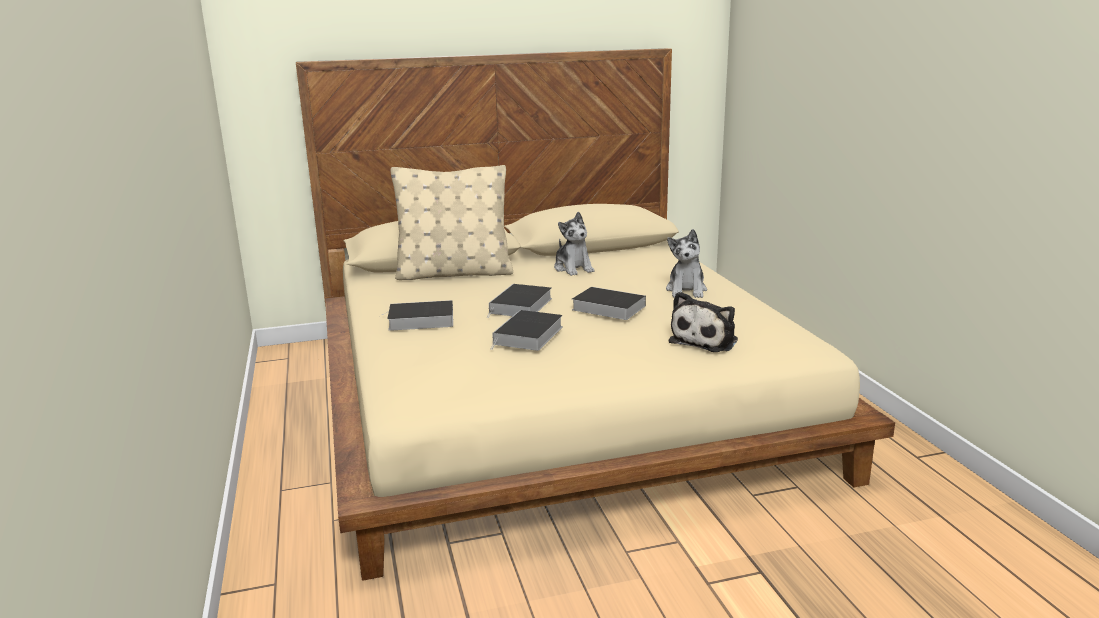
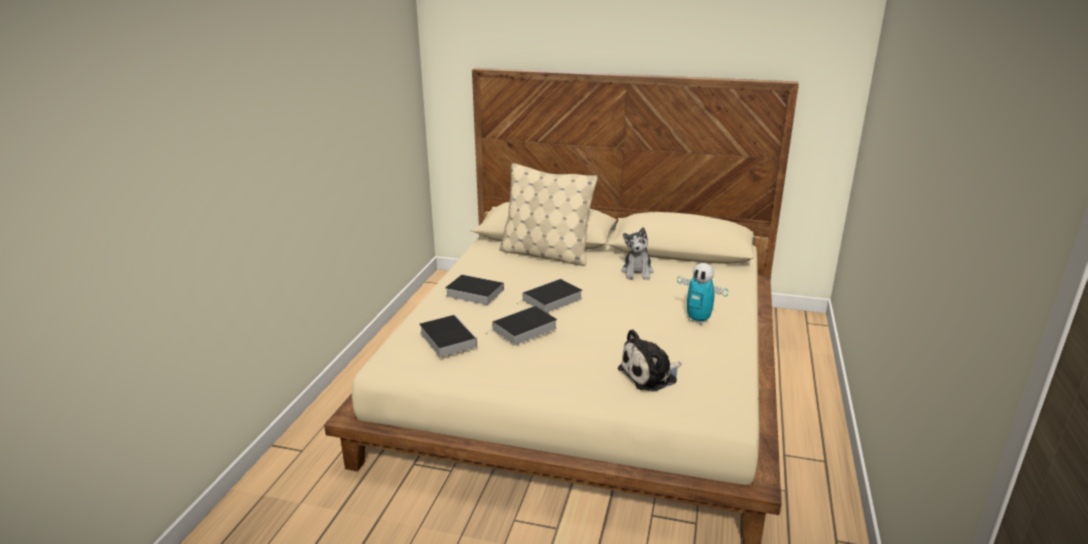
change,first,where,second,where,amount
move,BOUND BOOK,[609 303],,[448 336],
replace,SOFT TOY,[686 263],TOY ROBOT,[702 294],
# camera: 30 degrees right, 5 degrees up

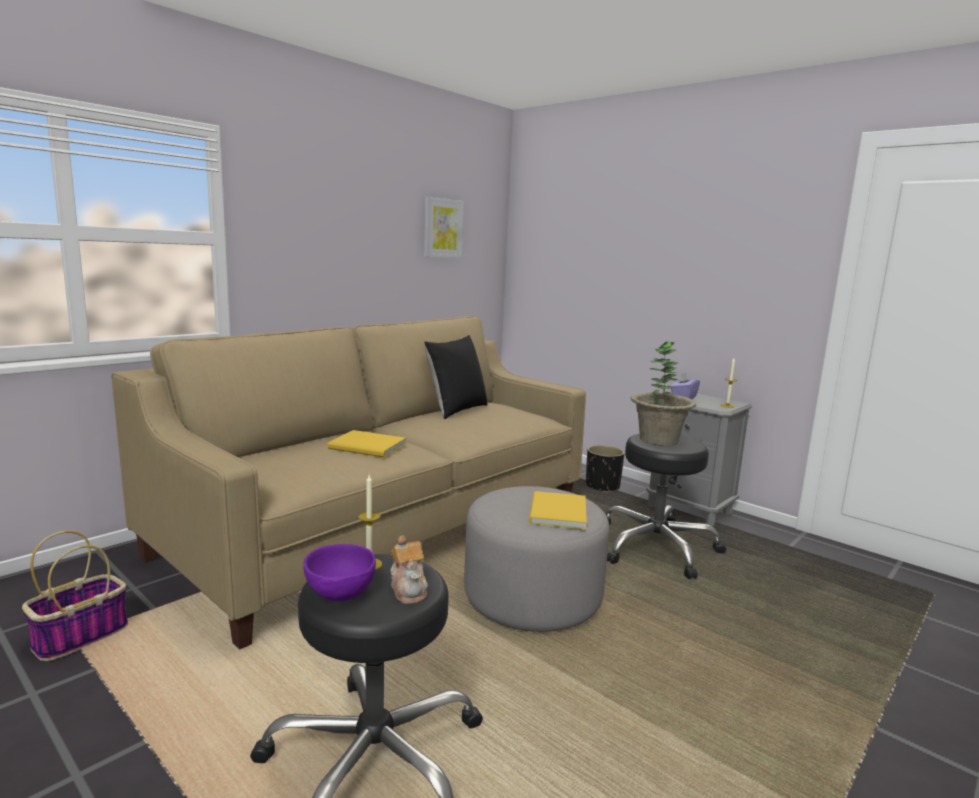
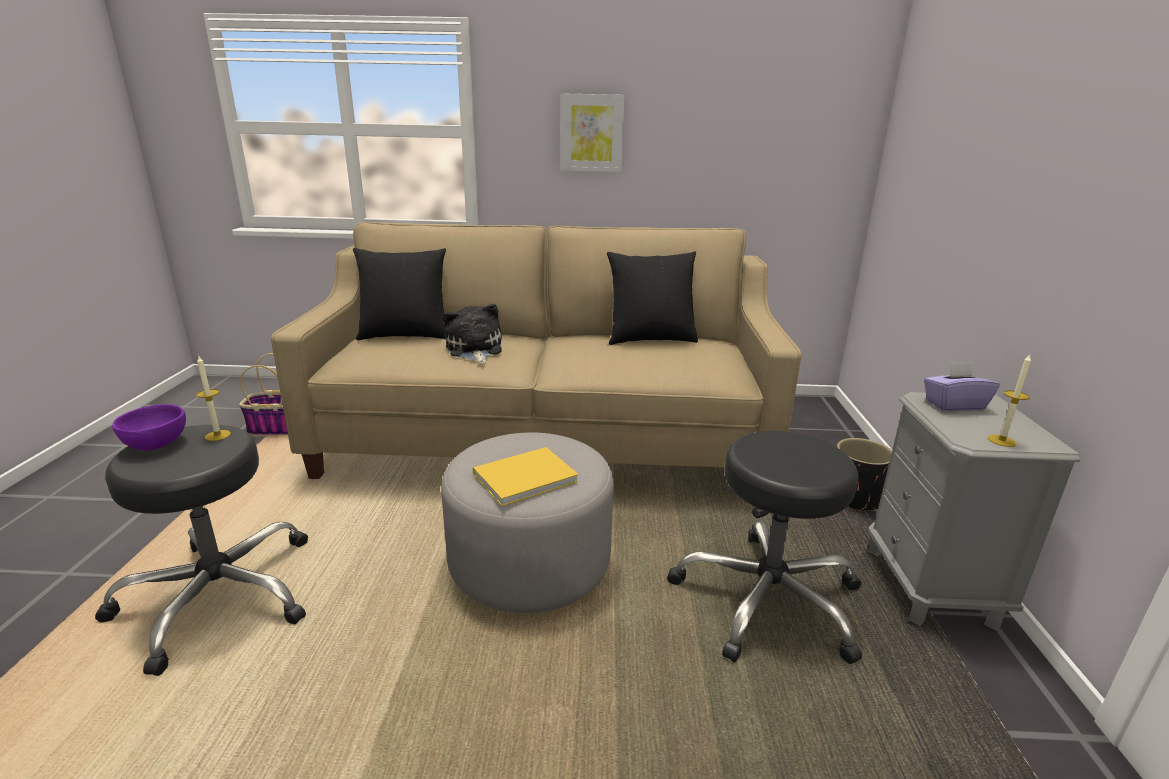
change,first,where,second,where,amount
insert,,,BLACKISH THROW PILLOW,[399 294],
replace,YELLOW BOUND BOOK,[366 443],SOFT TOY,[473 334],
move,WALL PICTURE,[444 227],,[593 132],
delete,TEA POT,[409 569],,,
delete,HOUSEPLANT,[663 393],,,
# camera: 50 degrees right, 10 degrees up

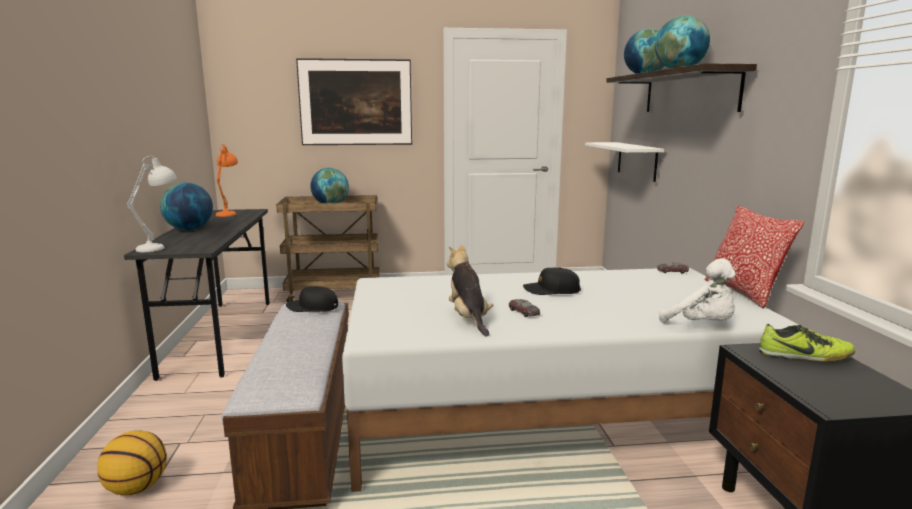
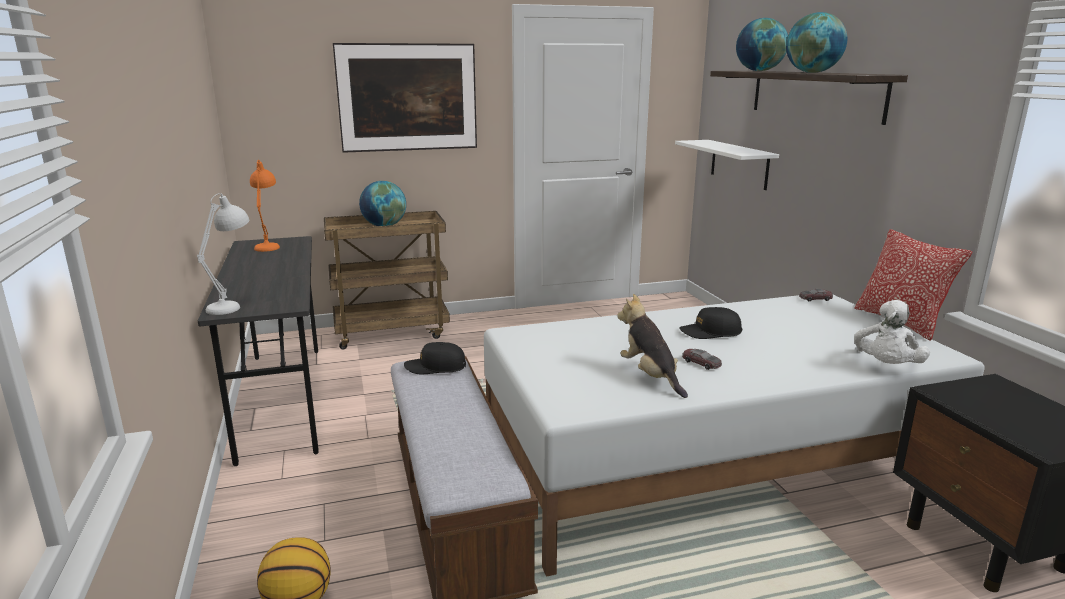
change,first,where,second,where,amount
rotate,WHITISH SOFT TOY,[697 290],,[892 332],75 degrees clockwise
delete,WORLD GLOBE,[186 206],,,
delete,ITEM OF FOOTWEAR,[807 342],,,
# camera: 10 degrees left, 5 degrees up

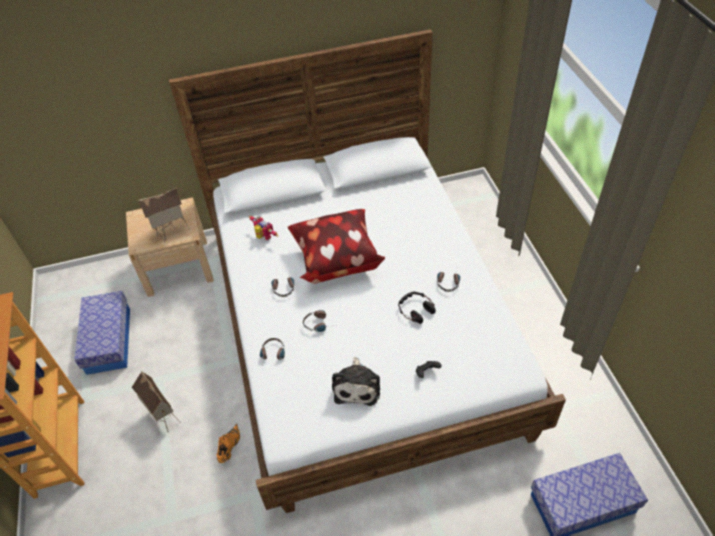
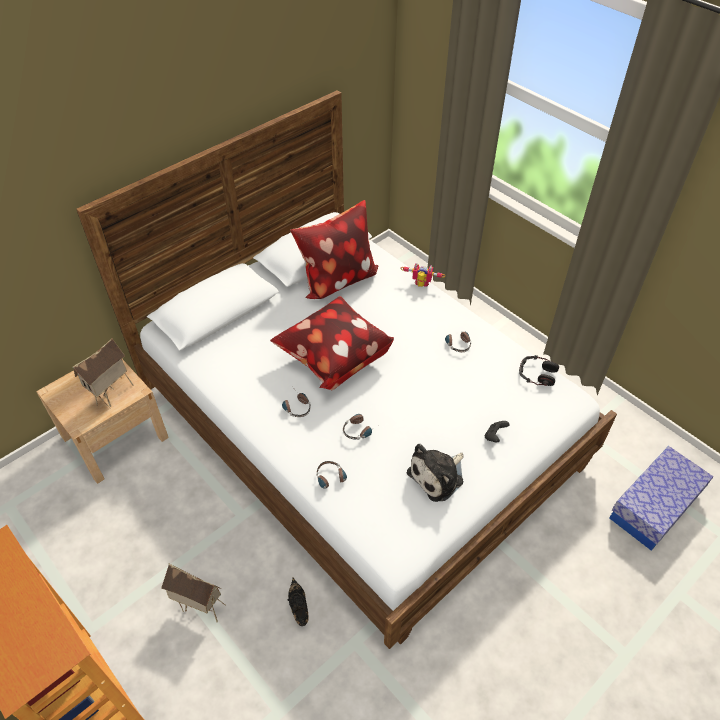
change,first,where,second,where,amount
recolor,ORANGE-COLOURED ITEM OF FOOTWEAR,[228 443],BLACKISH ITEM OF FOOTWEAR,[298 601],
insert,,,THROW PILLOW,[334 249],
move,TOY ROBOT,[263 228],,[423 275],
rotate,SOFT TOY,[356 381],,[435 473],75 degrees clockwise
move,HEADPHONES,[417 307],,[539 370],
delete,STORAGE CONTAINER,[102 333],,,
# camera: 30 degrees left, 0 degrees up

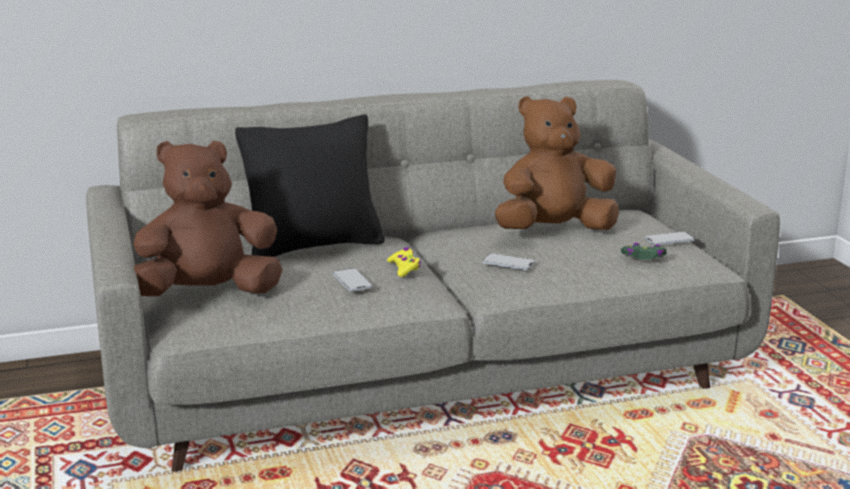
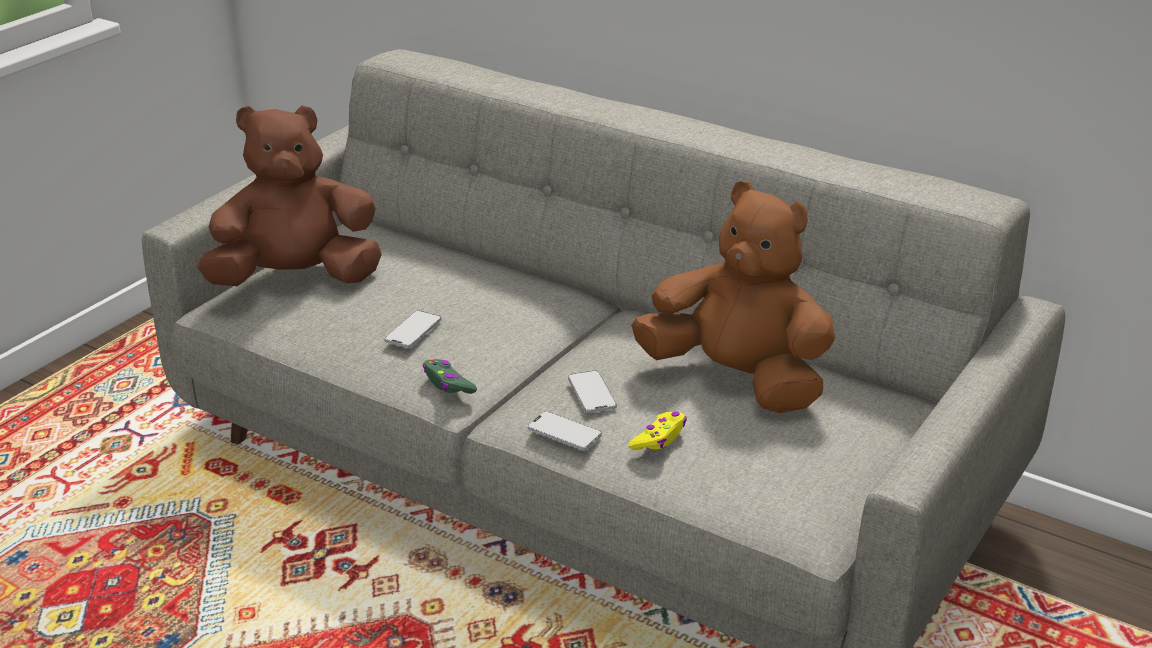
change,first,where,second,where,amount
rotate,BROWNISH SOFT TOY,[207 218],,[289 195],45 degrees counterclockwise
move,GREENISH GAME CONTROLLER,[644 251],,[450 376],
move,HANDSET,[669 238],,[565 431],
move,YELLOW GAME CONTROLLER,[404 262],,[657 431],
delete,BLACKISH THROW PILLOW,[310 186],,,
# camera: 50 degrees right, 10 degrees up

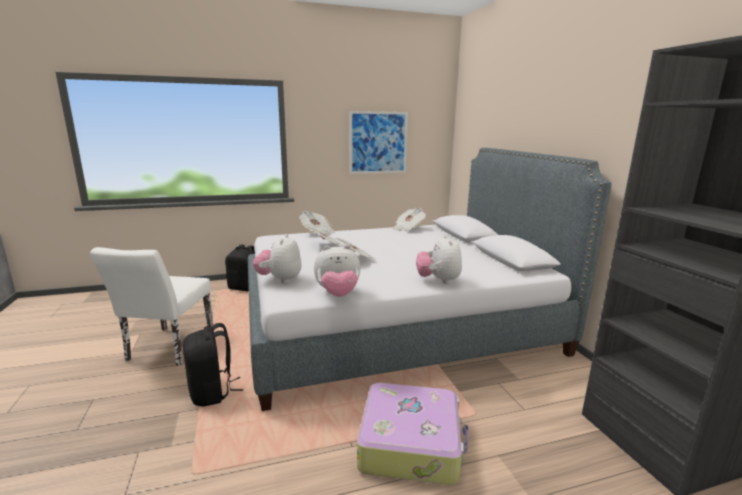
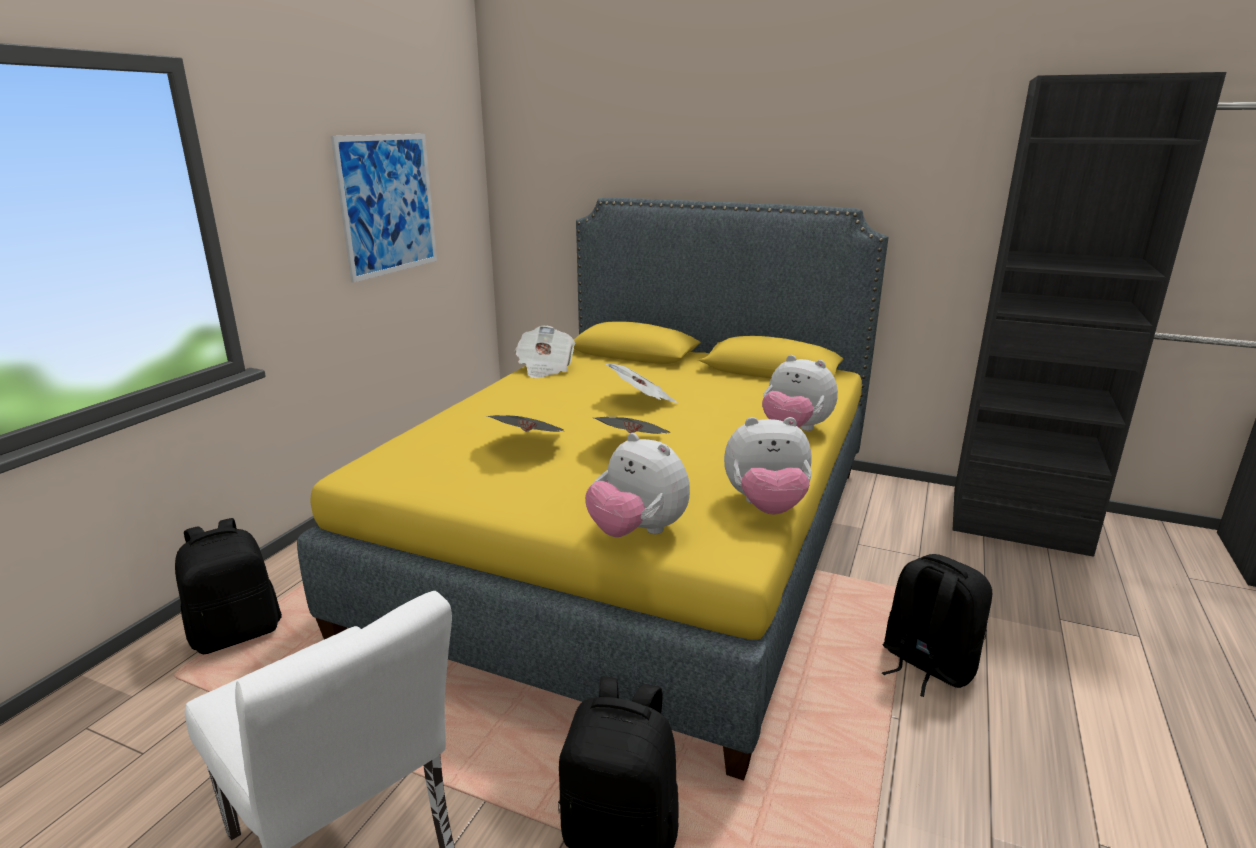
change,first,where,second,where,amount
recolor,GREYISH BED,[430 279],YELLOW BED,[592 489],
move,DAILY PAPER,[316 223],,[642 383],
rotate,SOFT TOY,[337 271],,[768 466],60 degrees clockwise
replace,TRAVEL CASE,[413 434],BLACKISH KNAPSACK,[937 625],
# camera: 50 degrees left, 5 degrees up

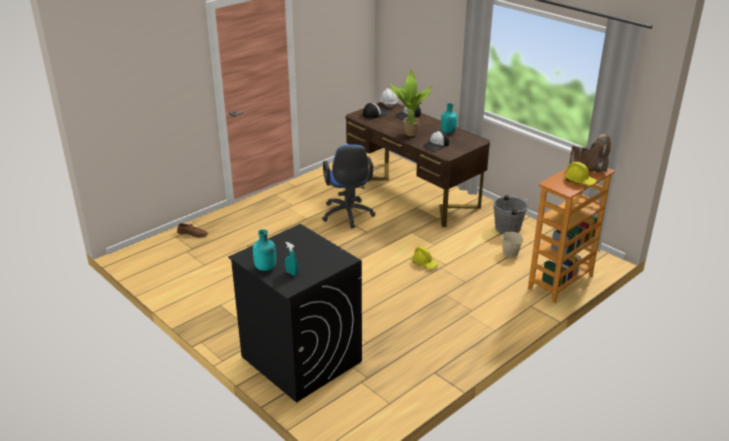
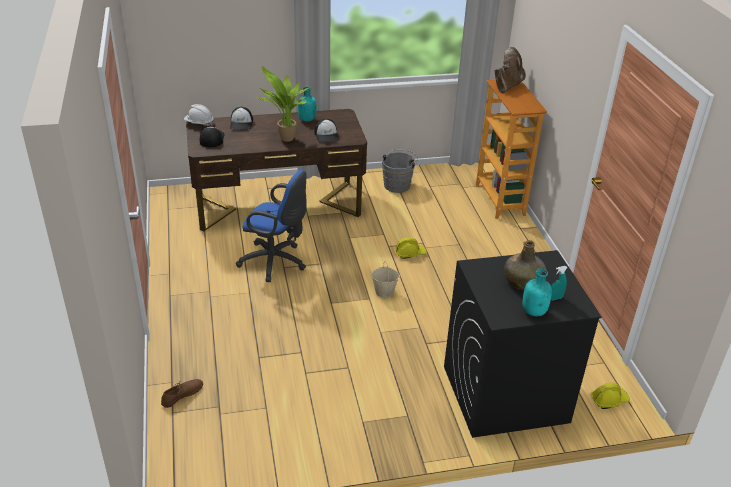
change,first,where,second,where,amount
move,BEIGE PAIL,[512 241],,[385 279],
insert,,,GREENISH BOTTLE,[525 265],
move,YELLOW SAFETY HELMET,[580 174],,[610 396],
# camera: 60 degrees left, 5 degrees up

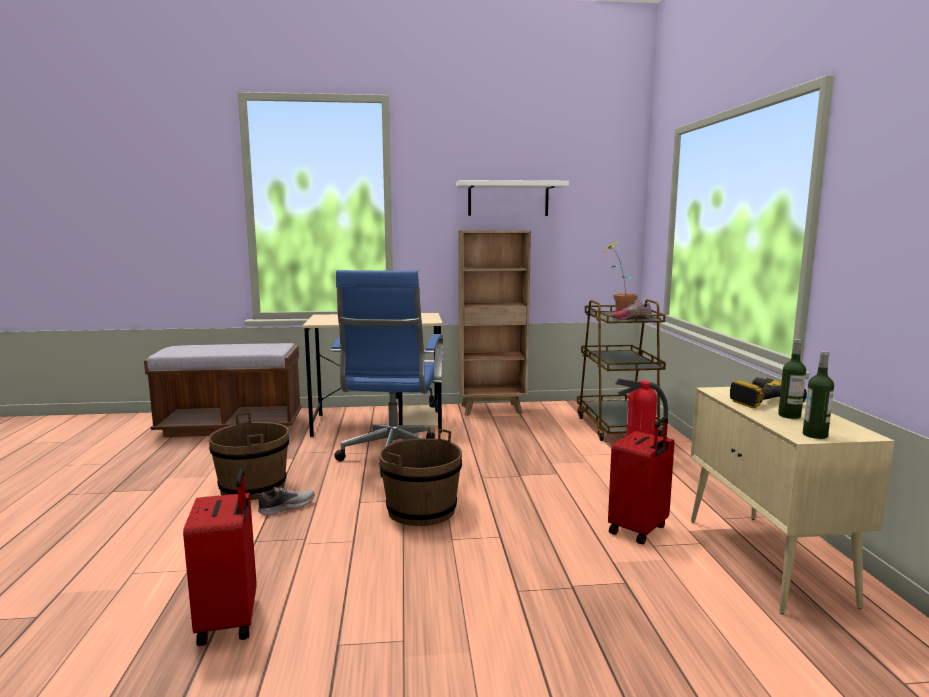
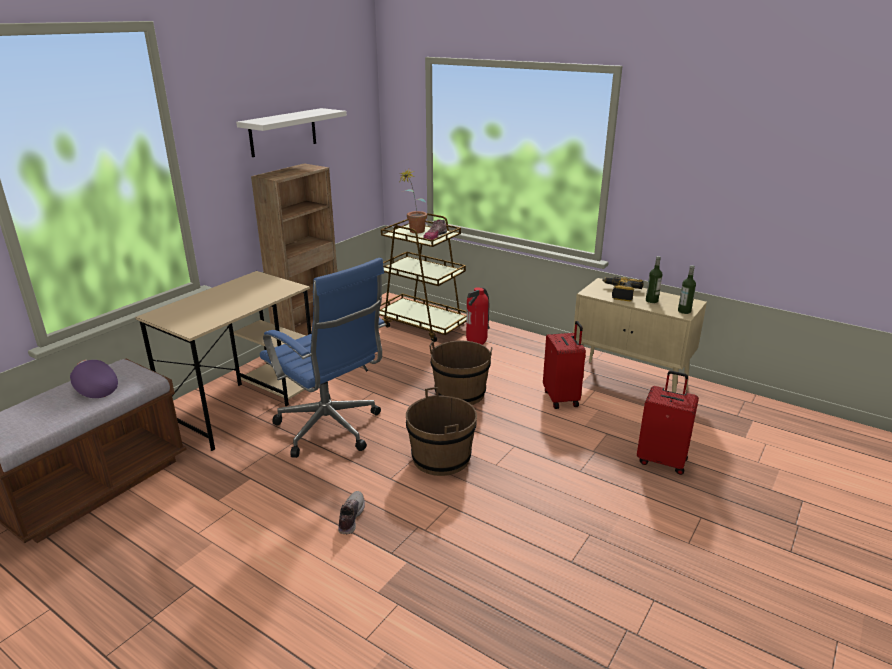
change,first,where,second,where,amount
insert,,,PURPLE-COLOURED BASEBALL CAP,[94 379],
move,BROWNISH PAIL,[249 456],,[460 373],
move,RED TRAVEL CASE,[220 557],,[668 423],
# camera: 50 degrees left, 15 degrees up

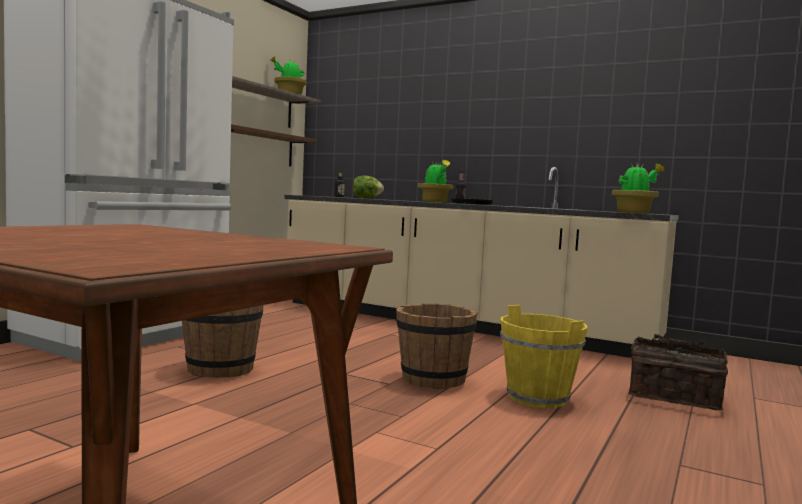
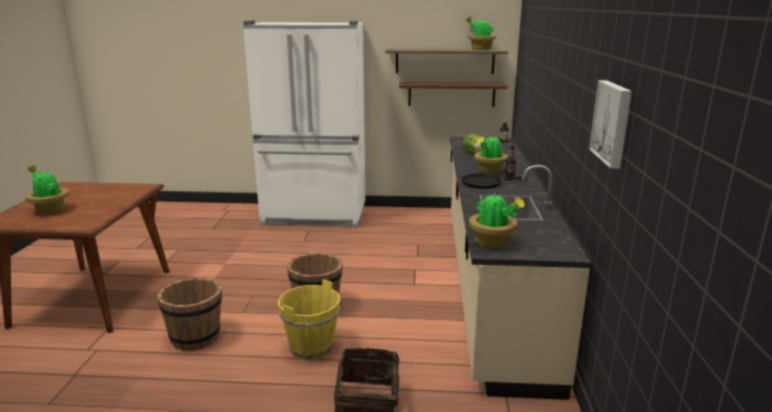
change,first,where,second,where,amount
insert,,,HOUSEPLANT,[47 189],
move,BROWNISH PAIL,[222 341],,[189 314],
insert,,,WALL PICTURE,[610 124],
# camera: 65 degrees right, 15 degrees up

